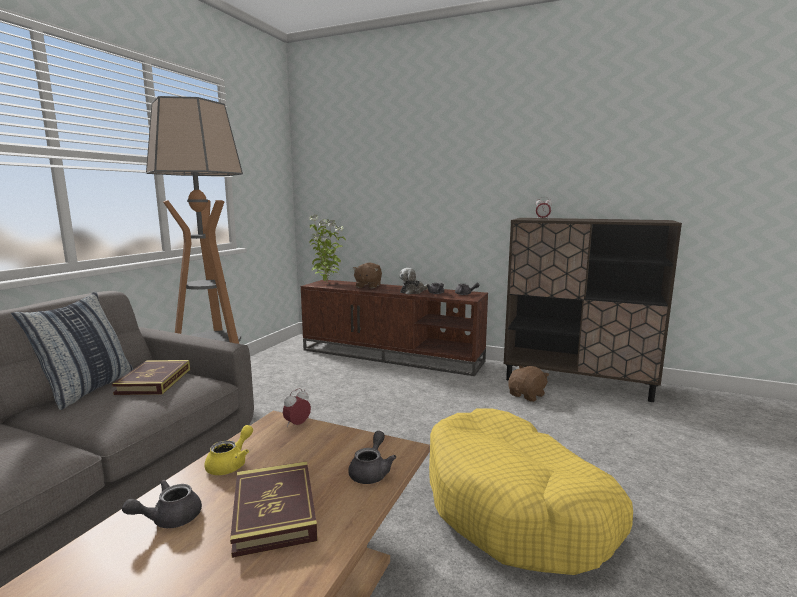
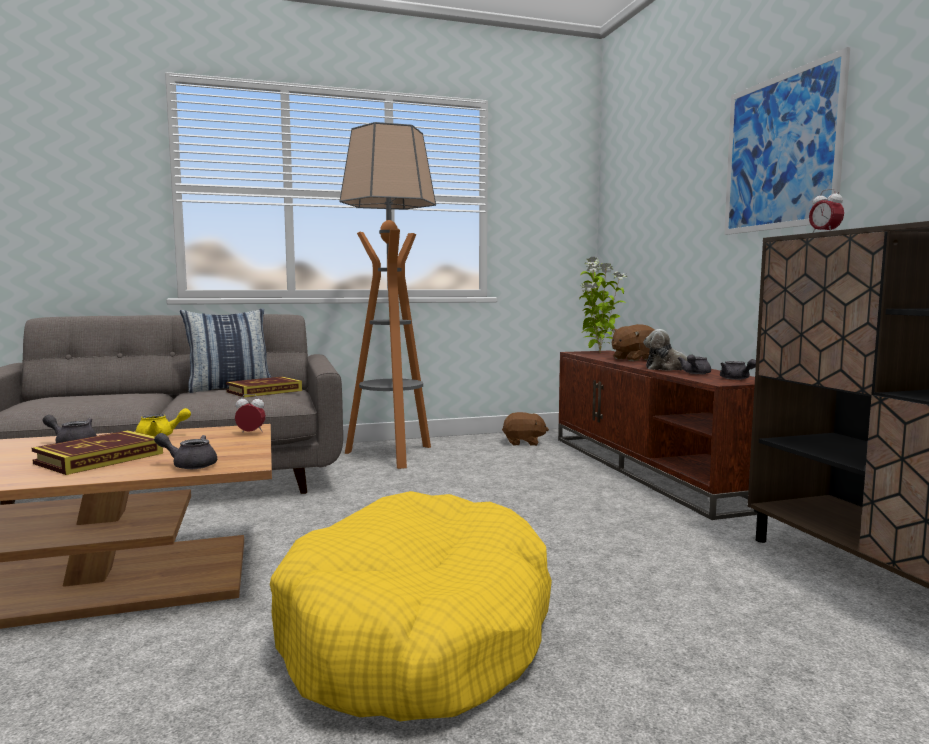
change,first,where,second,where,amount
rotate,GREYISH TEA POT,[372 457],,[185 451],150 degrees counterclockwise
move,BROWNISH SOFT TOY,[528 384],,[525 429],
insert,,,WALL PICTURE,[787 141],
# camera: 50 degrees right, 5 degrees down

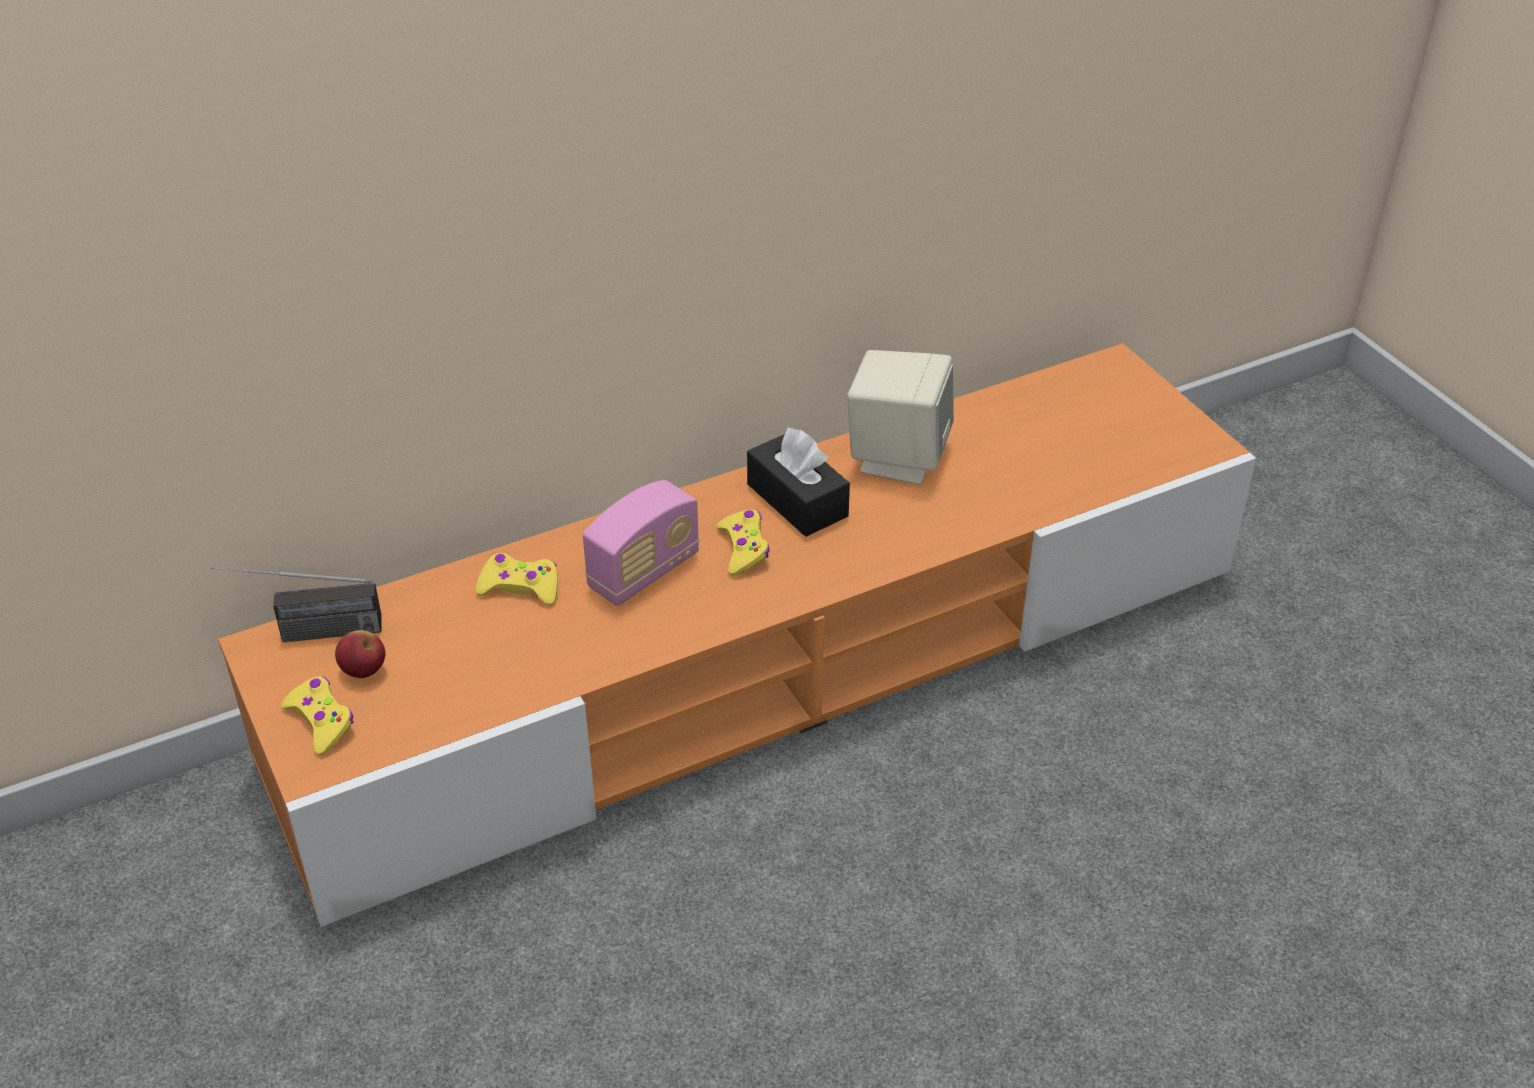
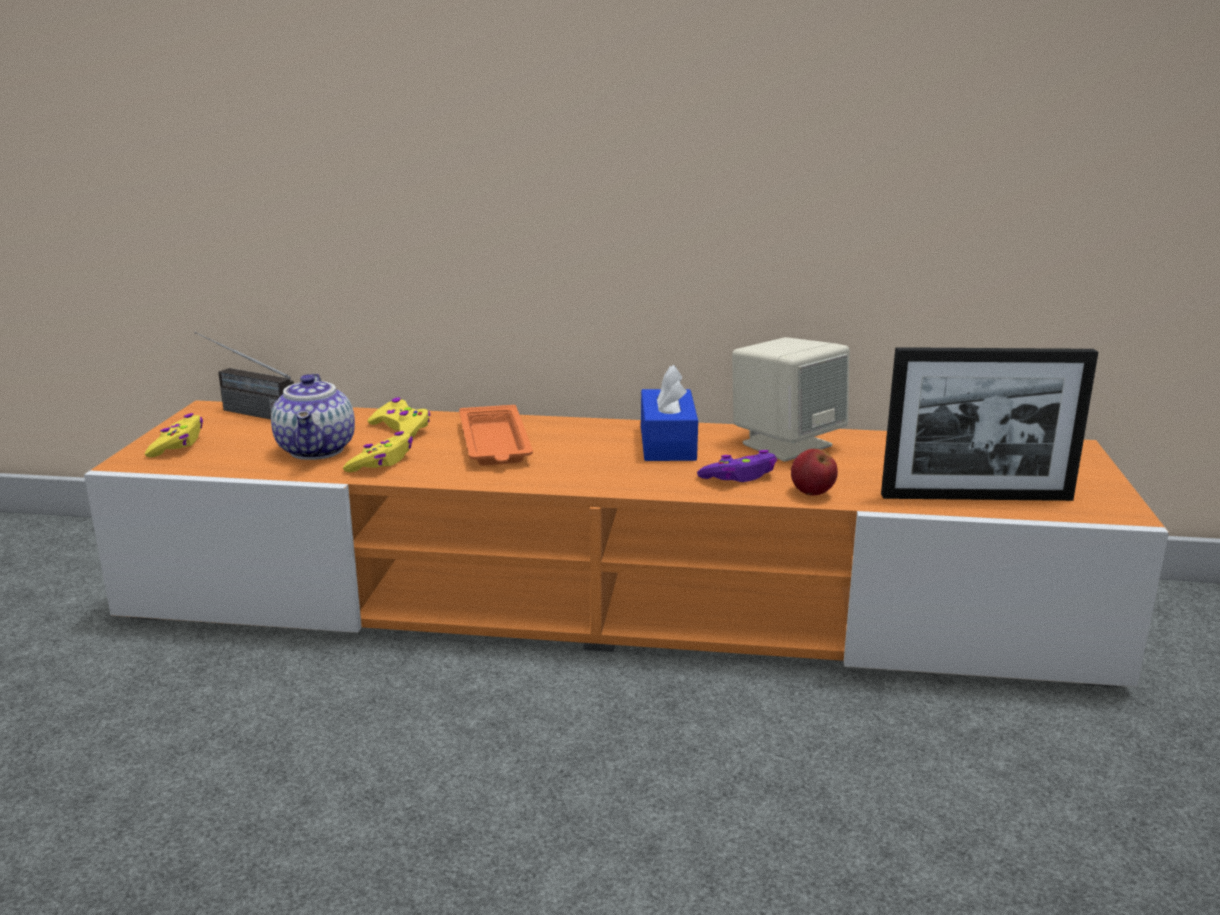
change,first,where,second,where,amount
insert,,,TEA POT,[313 417],
move,YELLOW GAME CONTROLLER,[743 543],,[378 451],
replace,RADIO SET,[641 543],ORANGE-COLOURED CARRYING TRAY,[496 435],
recolor,BLACKISH TISSUE BOX,[798 482],BLUE-COLOURED TISSUE BOX,[669 413],
insert,,,PURPLE-COLOURED GAME CONTROLLER,[737 466],
move,APPLE,[360 654],,[814 472],
insert,,,PHOTO FRAME,[989 424],
# camera: 35 degrees right, 20 degrees down

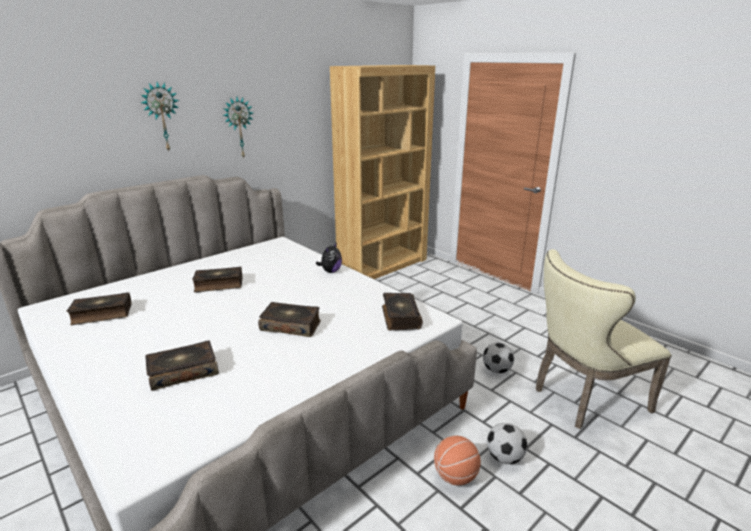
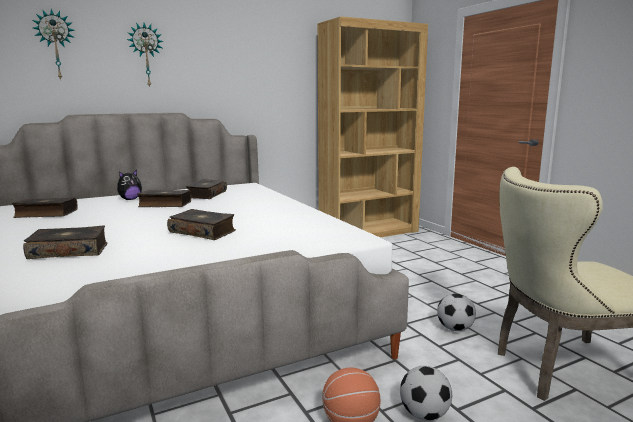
change,first,where,second,where,amount
move,HANGING CLOCK,[238 128],,[54 45],
move,SOFT TOY,[329 257],,[129 185],
move,BOUND BOOK,[402 311],,[206 189],
# camera: 15 degrees right, 10 degrees down

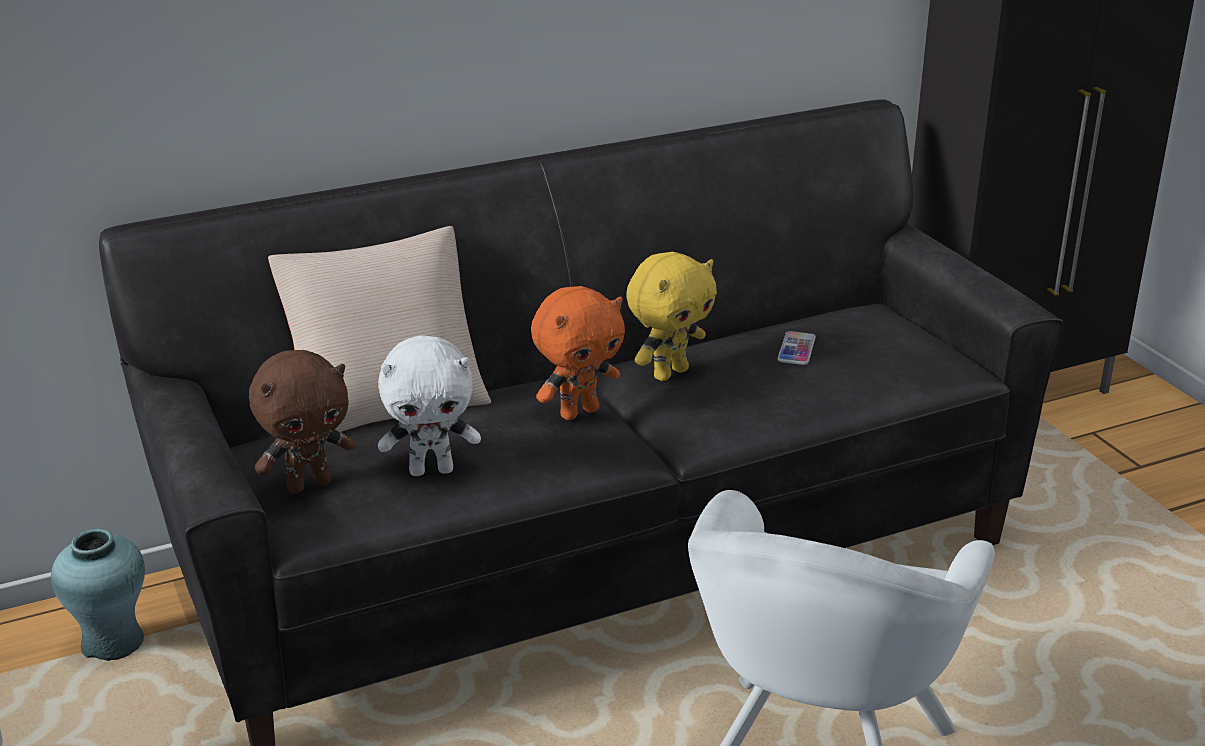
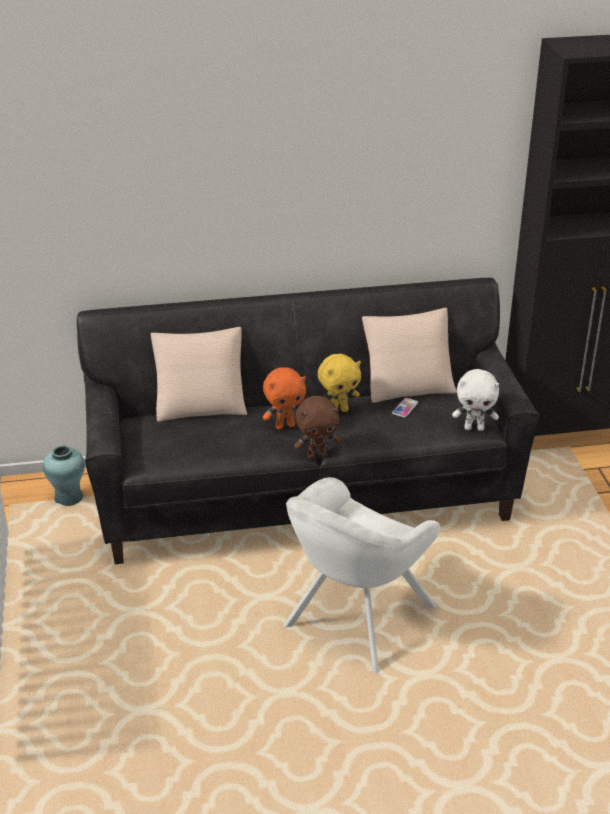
change,first,where,second,where,amount
move,BROWNISH SOFT TOY,[302 422],,[317 427],
insert,,,BEIGE THROW PILLOW,[409 355],
move,WHITISH SOFT TOY,[429 406],,[475 400],
# camera: 15 degrees right, 5 degrees up

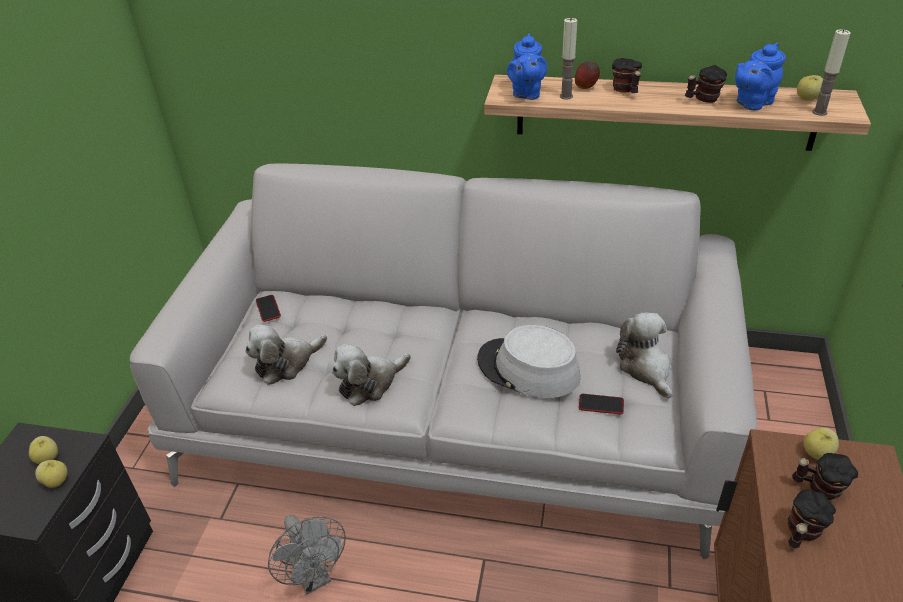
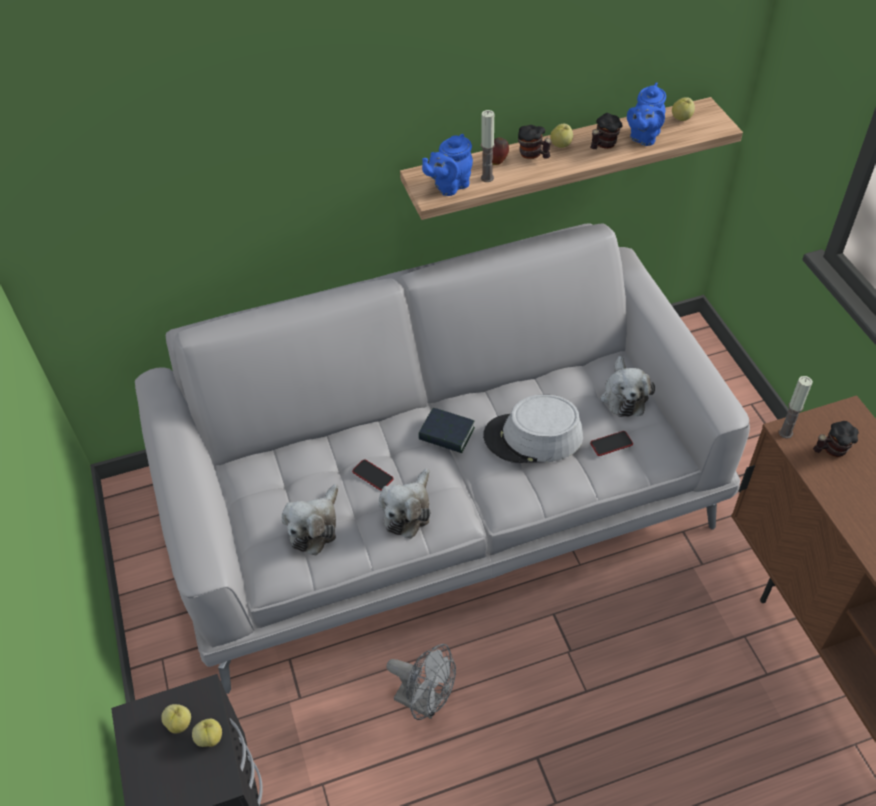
change,first,where,second,where,amount
move,HANDSET,[268 308],,[373 475],
insert,,,BOUND BOOK,[446 430],
rotate,BLUE-COLOURED TEA POT,[527 66],,[447 165],75 degrees clockwise
move,APPLE,[821 444],,[561 136],
rotate,SOFT TOY,[644 355],,[627 386],135 degrees counterclockwise
move,WAX CANDLE,[831 72],,[796 407],
delete,COFFEE MUG,[812 519],,,
# camera: 30 degrees left, 10 degrees up

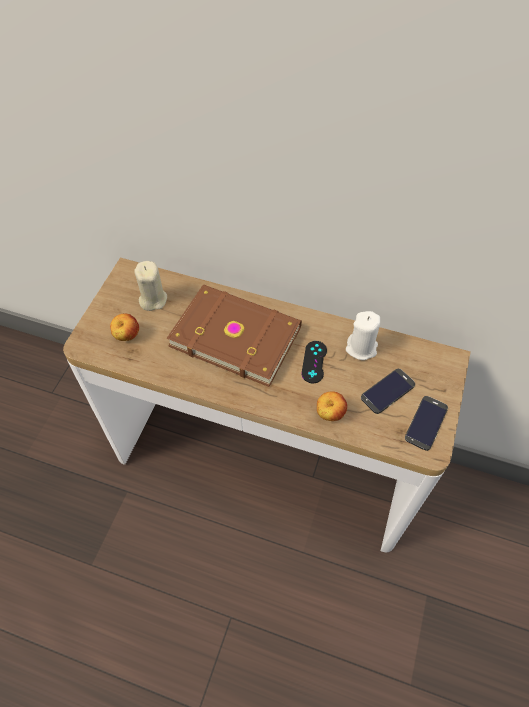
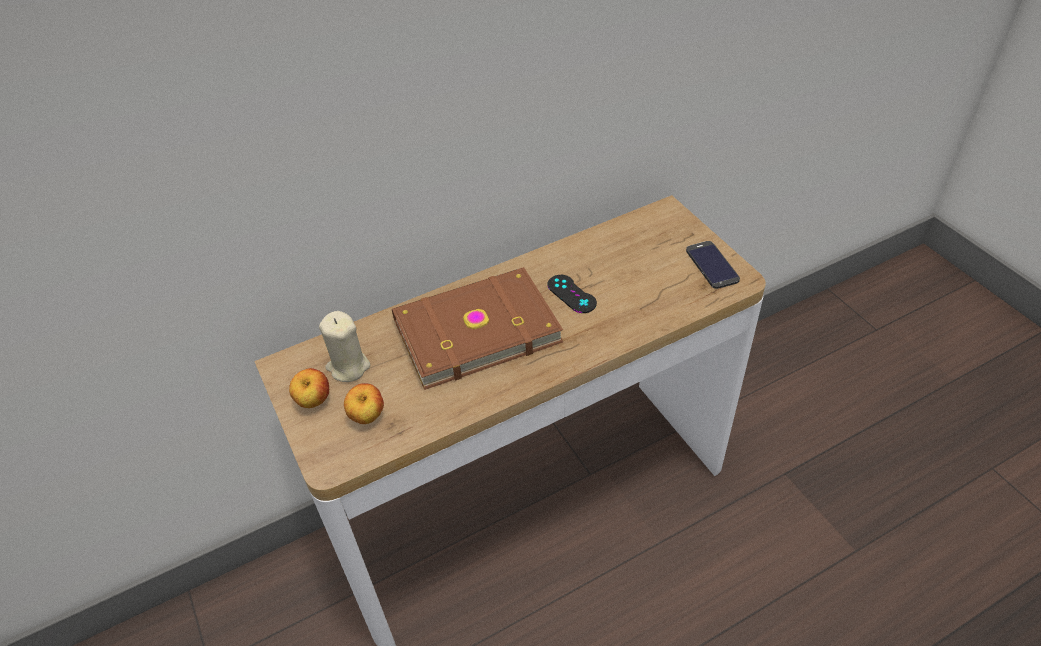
change,first,where,second,where,amount
move,APPLE,[332 406],,[309 388],
delete,WHITISH WAX CANDLE,[363 335],,,
delete,HANDSET,[388 391],,,
# camera: 45 degrees left, 10 degrees down

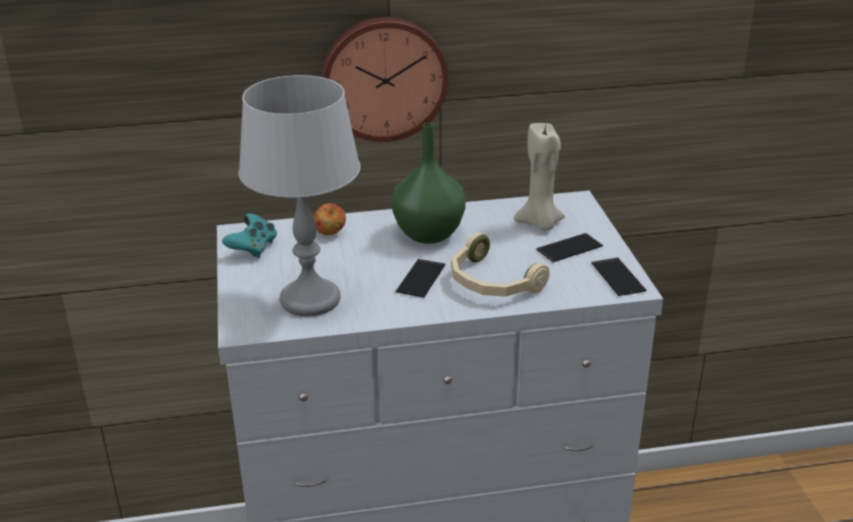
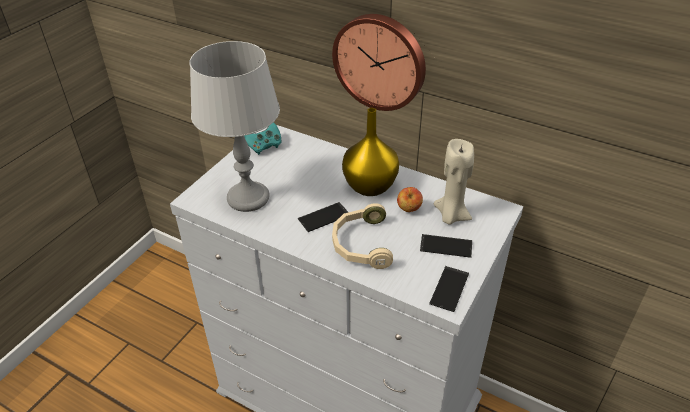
change,first,where,second,where,amount
recolor,GREENISH FLOWER VASE,[429 183],YELLOW FLOWER VASE,[370 152],
move,APPLE,[330 219],,[410 199],
# camera: 40 degrees right, 10 degrees up

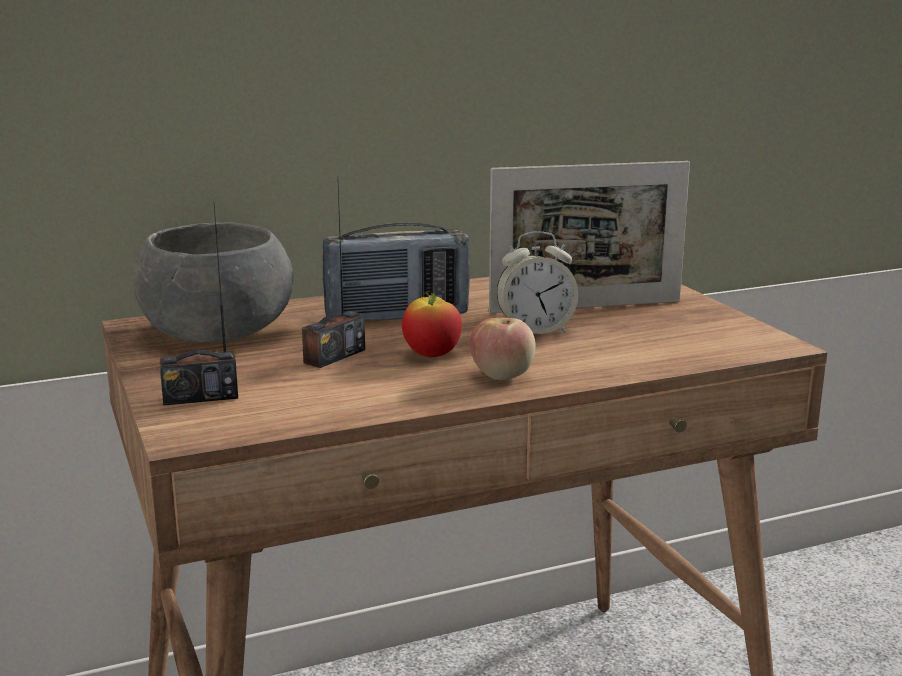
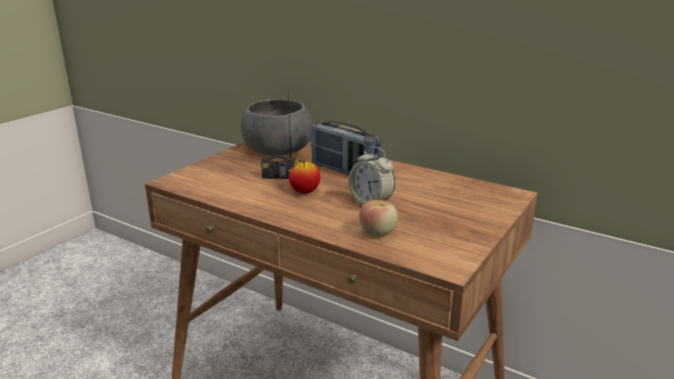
change,first,where,second,where,amount
move,APPLE,[502 349],,[378 218],
delete,RADIO SET,[199 305],,,
delete,PHOTO FRAME,[589 237],,,
# camera: 55 degrees right, 5 degrees up

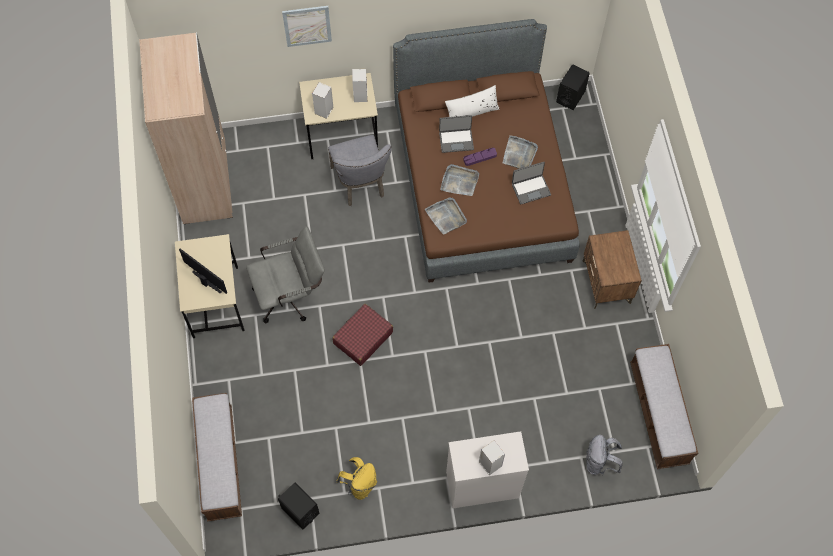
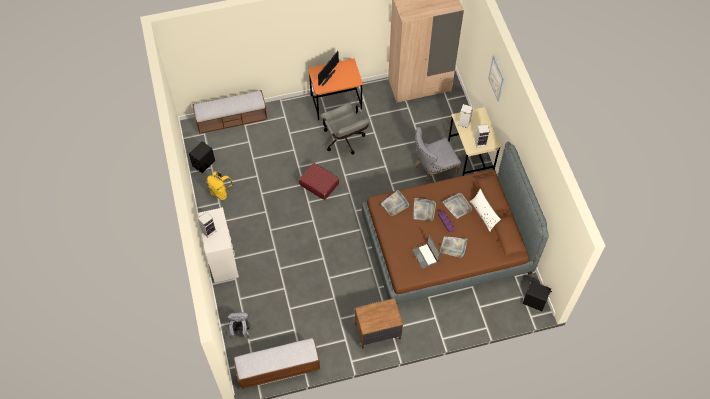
change,first,where,second,where,amount
recolor,BEIGE DESK UNIT,[210 286],ORANGE-COLOURED DESK UNIT,[335 89],
replace,LAPTOP,[456 134],GREYISH CARRYING TRAY,[457 206],
# camera: 85 degrees right, 5 degrees down

